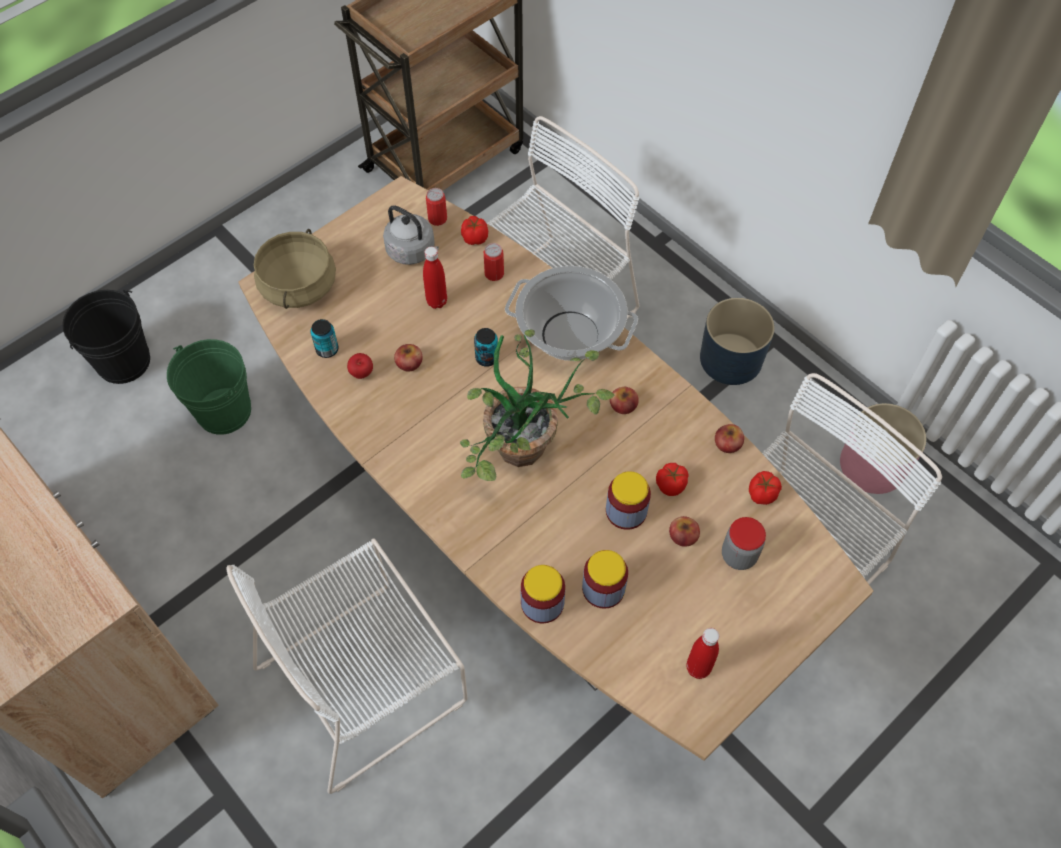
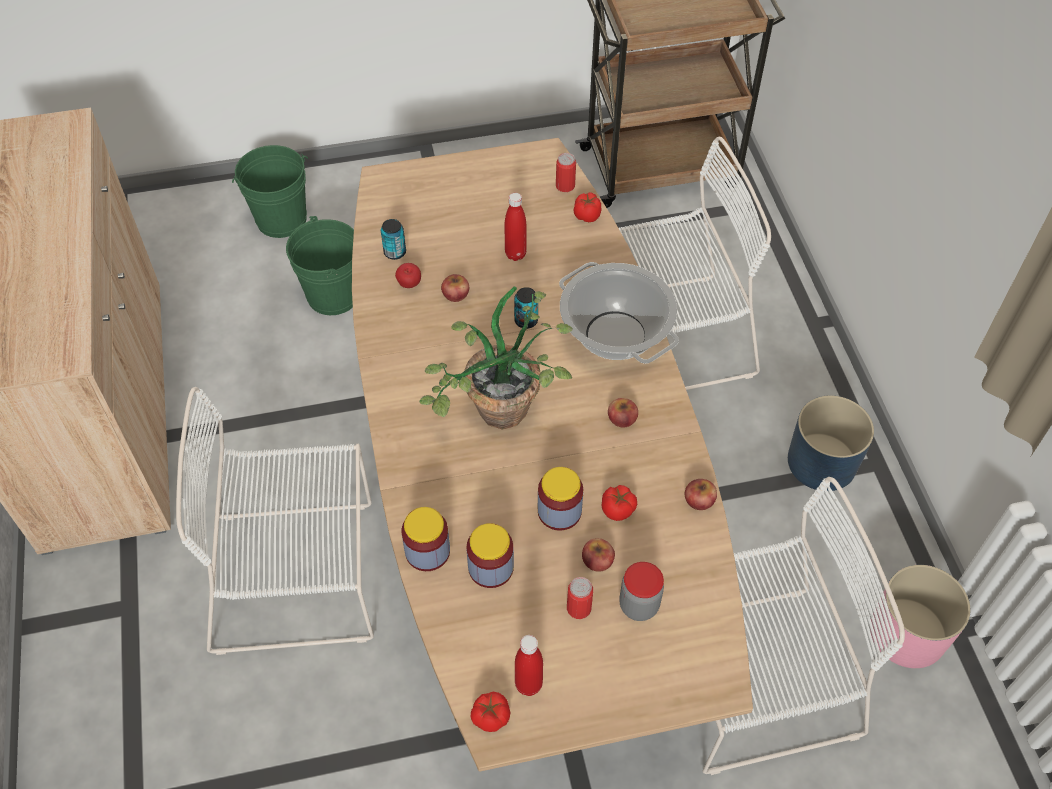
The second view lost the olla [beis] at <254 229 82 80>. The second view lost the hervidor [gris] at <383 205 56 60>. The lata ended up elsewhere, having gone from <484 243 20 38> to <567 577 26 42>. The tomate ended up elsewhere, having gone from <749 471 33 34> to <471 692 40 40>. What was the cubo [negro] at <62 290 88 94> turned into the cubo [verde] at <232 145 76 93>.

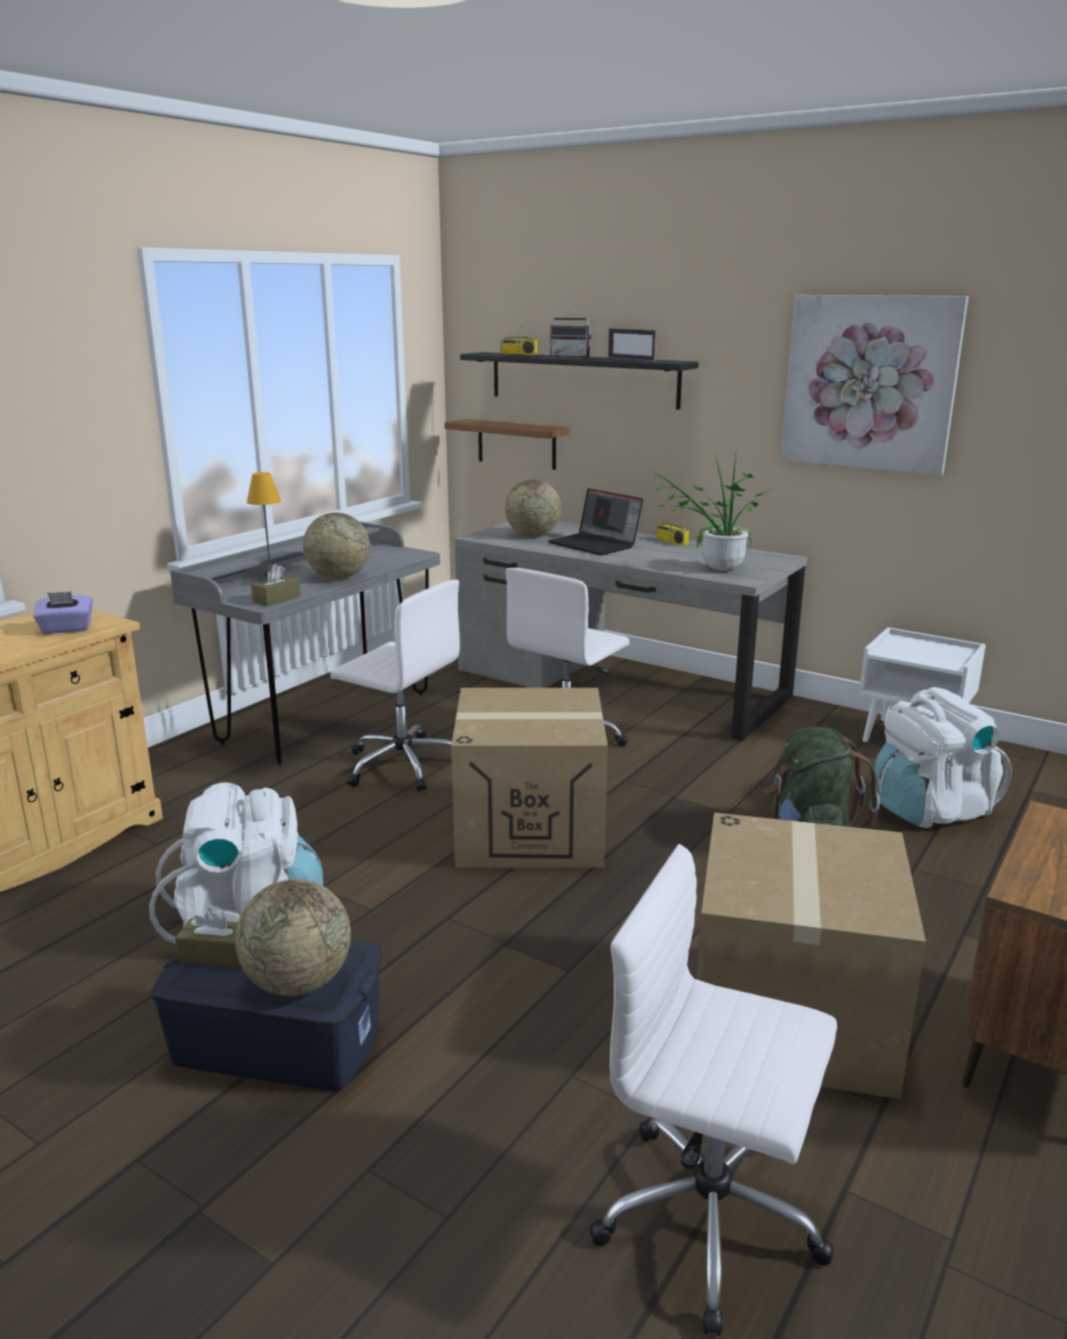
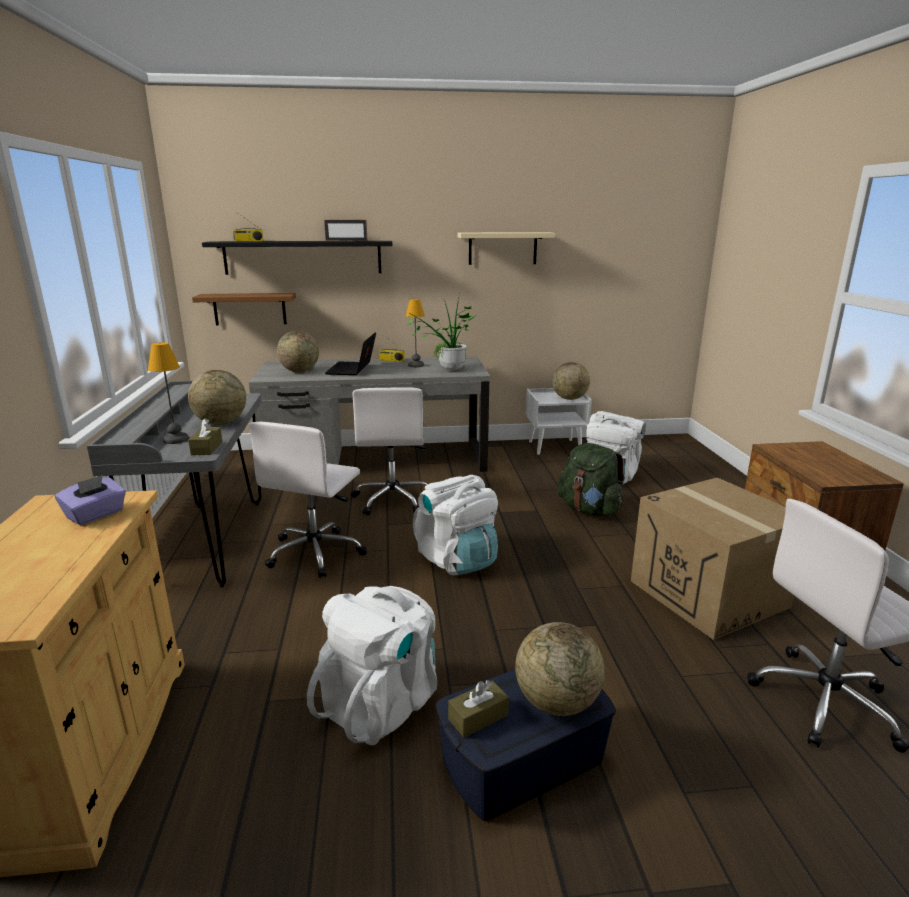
The second view lost the radio at <550 309 41 49>. The second view gained the lámpara de mesa at <406 299 19 68>. The second view gained the globo terráqueo at <552 362 38 38>. Where the caja de cartón stood at <451 688 157 180>, the mochila [blanco] came to stand at <413 475 85 101>. Where the cuadro hung at <780 295 189 180>, the estante [beis] came to hang at <457 232 98 33>. The silla de oficina [blanco] at <331 579 129 213> ended up facing another way, 120 degrees clockwise from before. The portátil at <548 488 95 67> ended up facing another way, 90 degrees clockwise from before.

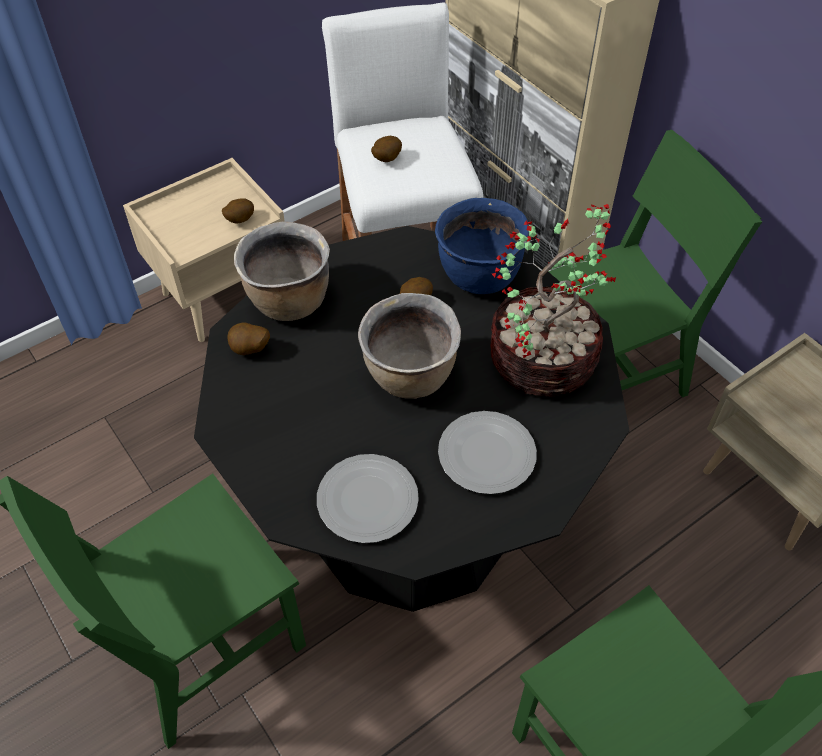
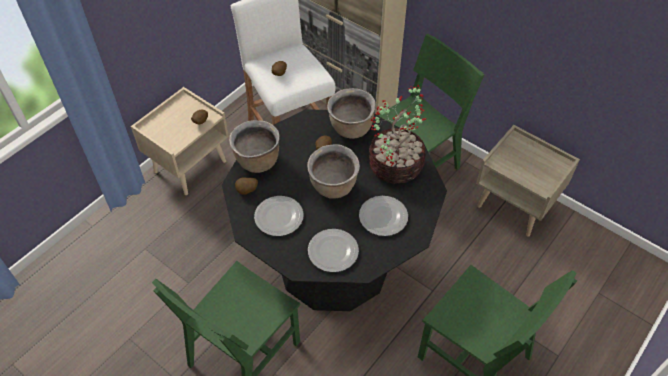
The second view gained the plato at <254 196 50 40>. What was the olla [azul] at <435 198 94 96> turned into the olla [marrón] at <327 88 48 51>.

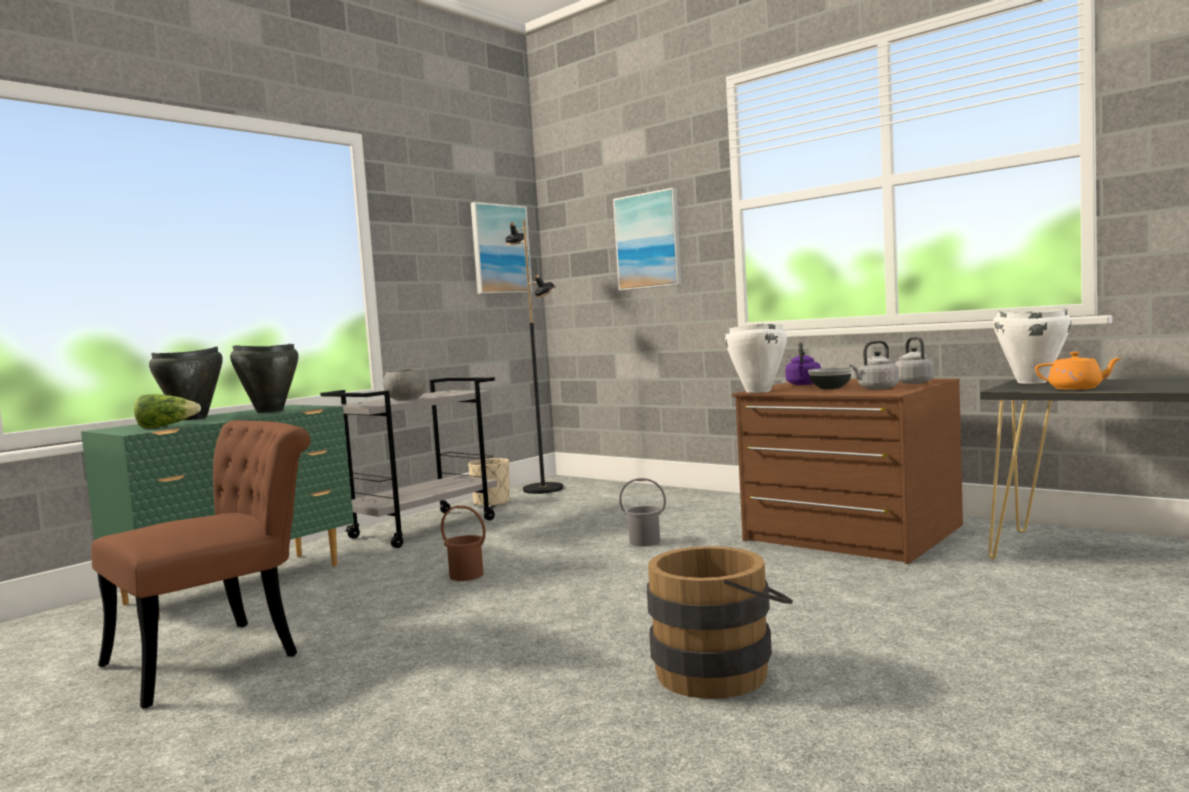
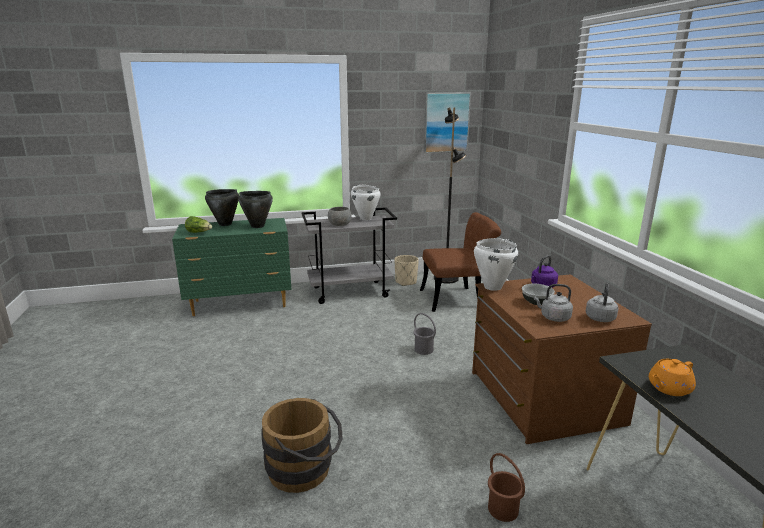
The second view lost the cuadro at <613 188 69 103>. The silla [marrón] ended up elsewhere, having gone from <91 420 220 289> to <420 212 81 100>. The cubo [marrón] ended up elsewhere, having gone from <441 505 45 76> to <488 453 37 69>. The olla [blanco] ended up elsewhere, having gone from <993 309 79 75> to <351 185 30 35>. The tetera [naranja] at <1035 352 87 38> ended up facing another way, 90 degrees clockwise from before.

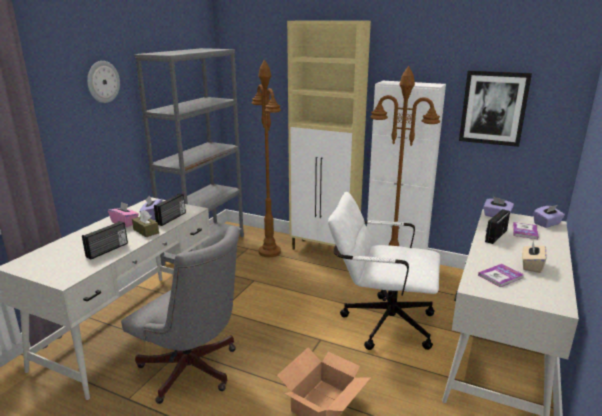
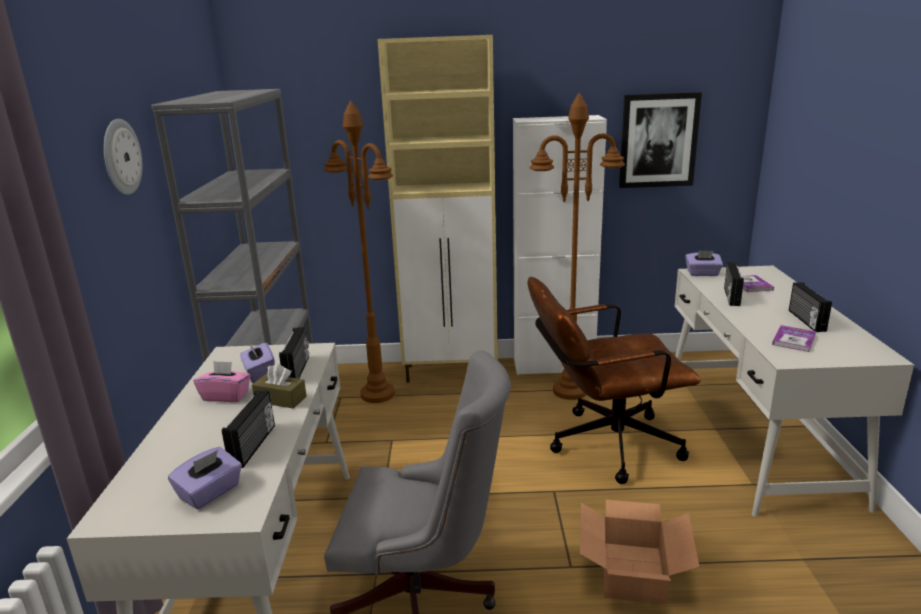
The caja de pañuelos [morado] ended up elsewhere, having gone from <534 205 31 23> to <168 447 74 62>. Where the caja de pañuelos [beis] stood at <522 241 25 32>, the radio came to stand at <789 282 43 50>. What was the silla de oficina [blanco] at <328 192 112 158> turned into the silla de oficina [marrón] at <527 277 174 207>.

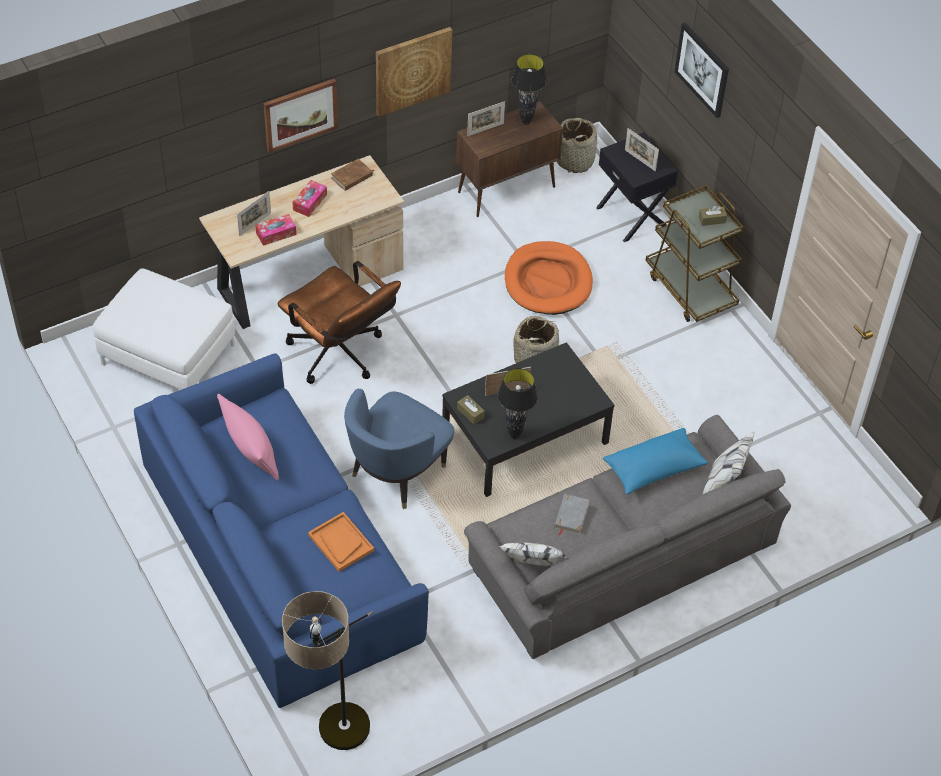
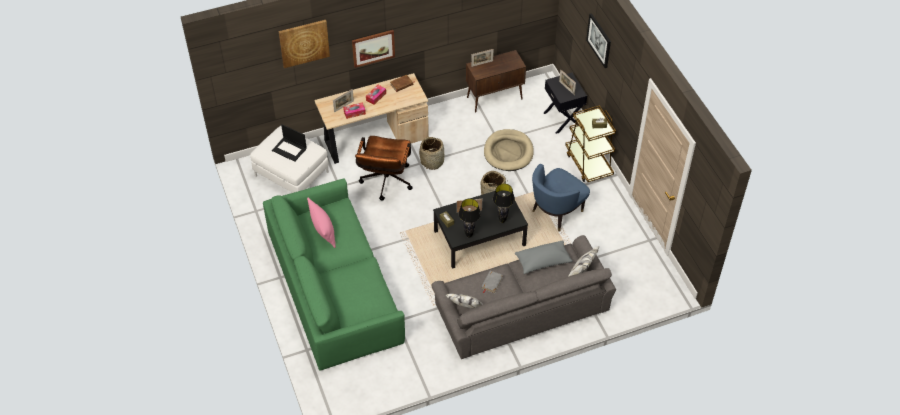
The second view lost the lámpara de pie at <282 591 92 159>. The second view lost the bandeja [naranja] at <308 512 66 60>. The second view gained the portátil at <272 124 35 38>. The sillón [azul] ended up elsewhere, having gone from <344 389 110 120> to <532 164 58 67>. The cuadro ended up elsewhere, having gone from <376 27 76 90> to <279 20 51 48>. The lámpara de mesa [negro] ended up elsewhere, having gone from <511 54 36 71> to <493 184 22 39>. The cesta ended up elsewhere, having gone from <557 118 40 55> to <419 137 25 33>. What was the sofá [azul] at <134 353 295 355> turned into the sofá [verde] at <263 179 142 192>. What was the cama para perro [naranja] at <505 241 88 74> turned into the cama para perro [beis] at <484 129 50 42>. What was the cojín [azul] at <603 428 105 66> turned into the cojín [gris] at <515 241 58 33>. The silla de oficina [marrón] at <278 261 123 123> ended up facing another way, 45 degrees clockwise from before.

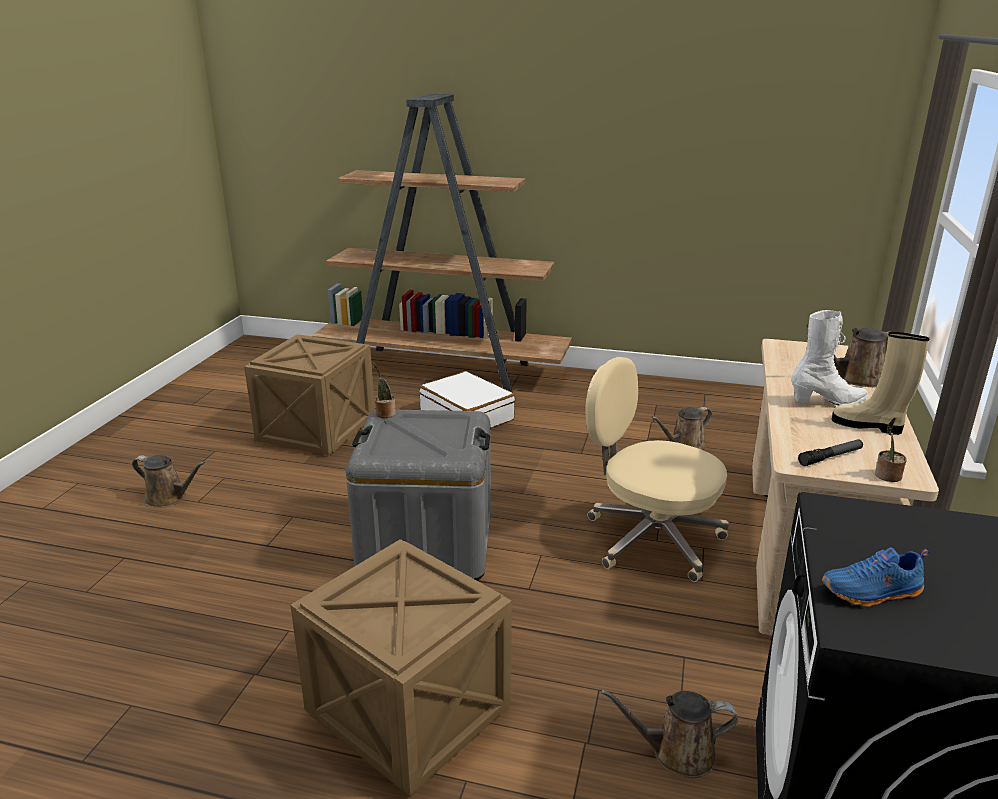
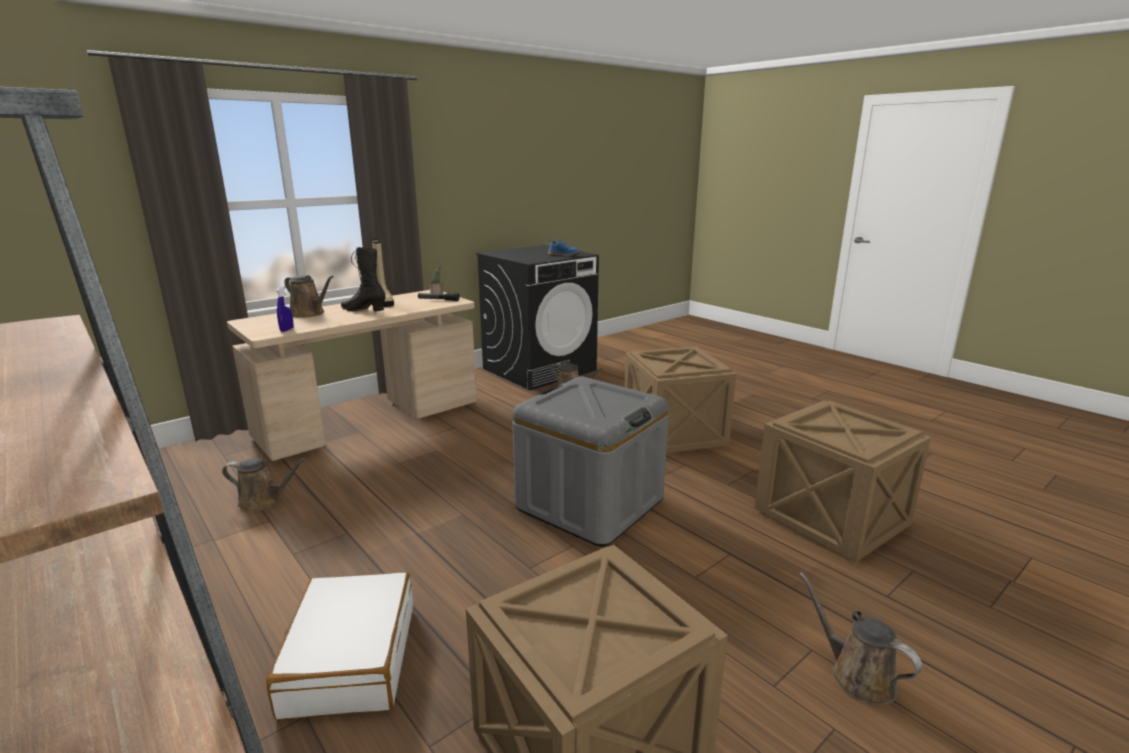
The second view lost the planta en maceta at <372 362 24 56>. The second view lost the silla de oficina [beis] at <585 357 144 225>. The second view gained the pulverizador [azul] at <276 286 18 46>. The second view gained the caja de embalaje at <754 401 177 161>. What was the bota [blanco] at <791 310 77 96> turned into the bota [negro] at <341 247 45 65>.

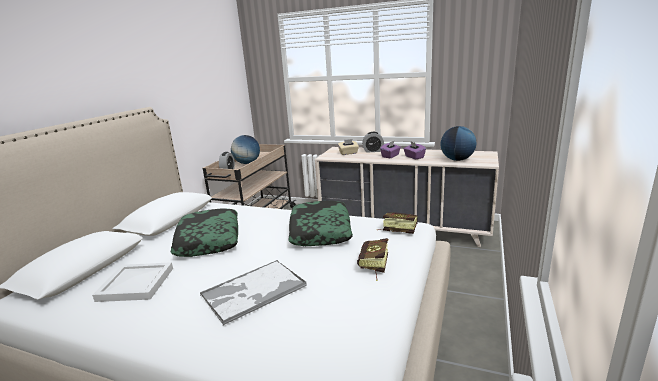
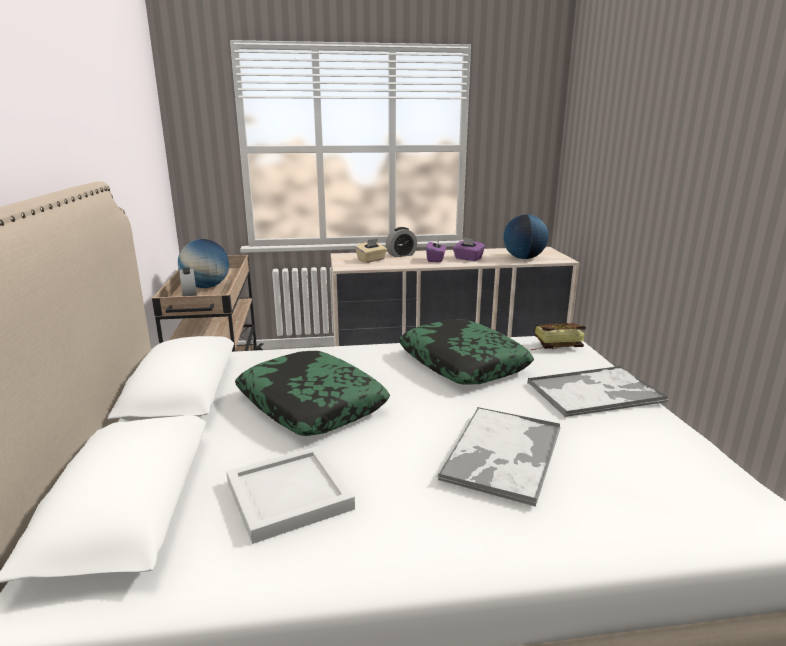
Where the libro stood at <357 238 32 43>, the bandeja came to stand at <527 366 141 51>.

